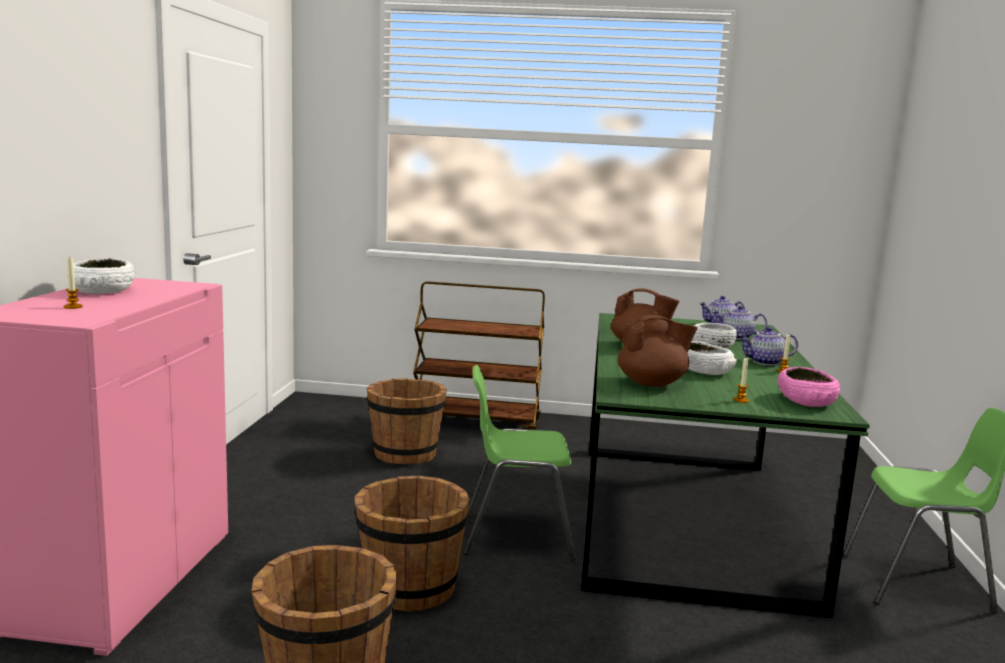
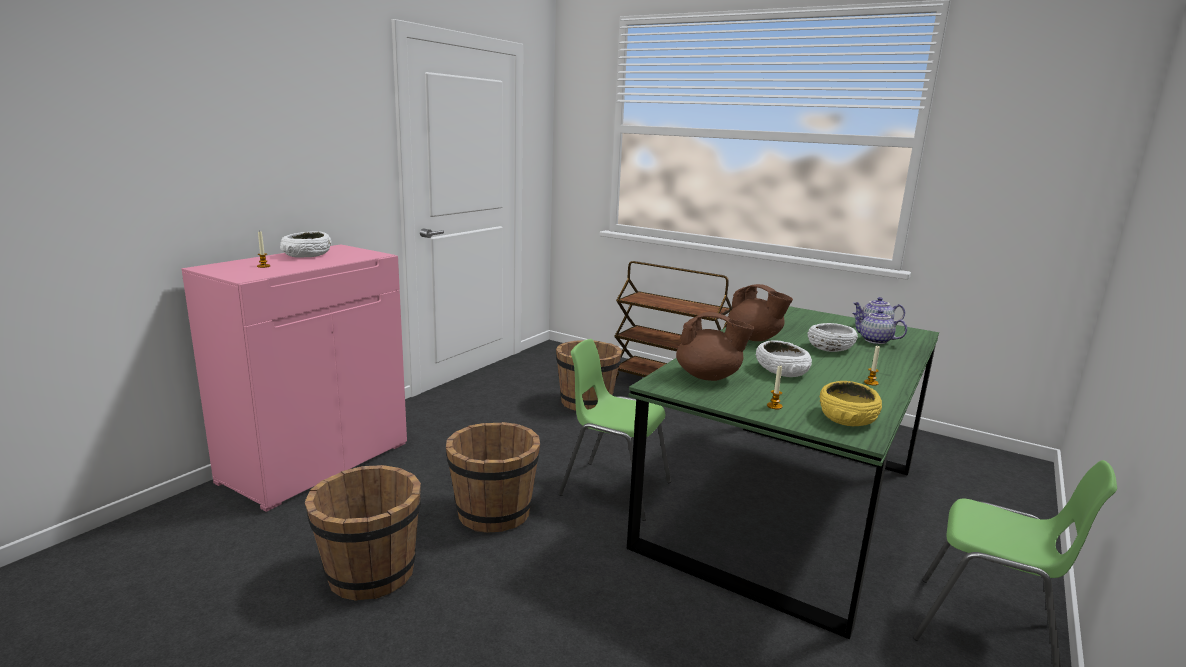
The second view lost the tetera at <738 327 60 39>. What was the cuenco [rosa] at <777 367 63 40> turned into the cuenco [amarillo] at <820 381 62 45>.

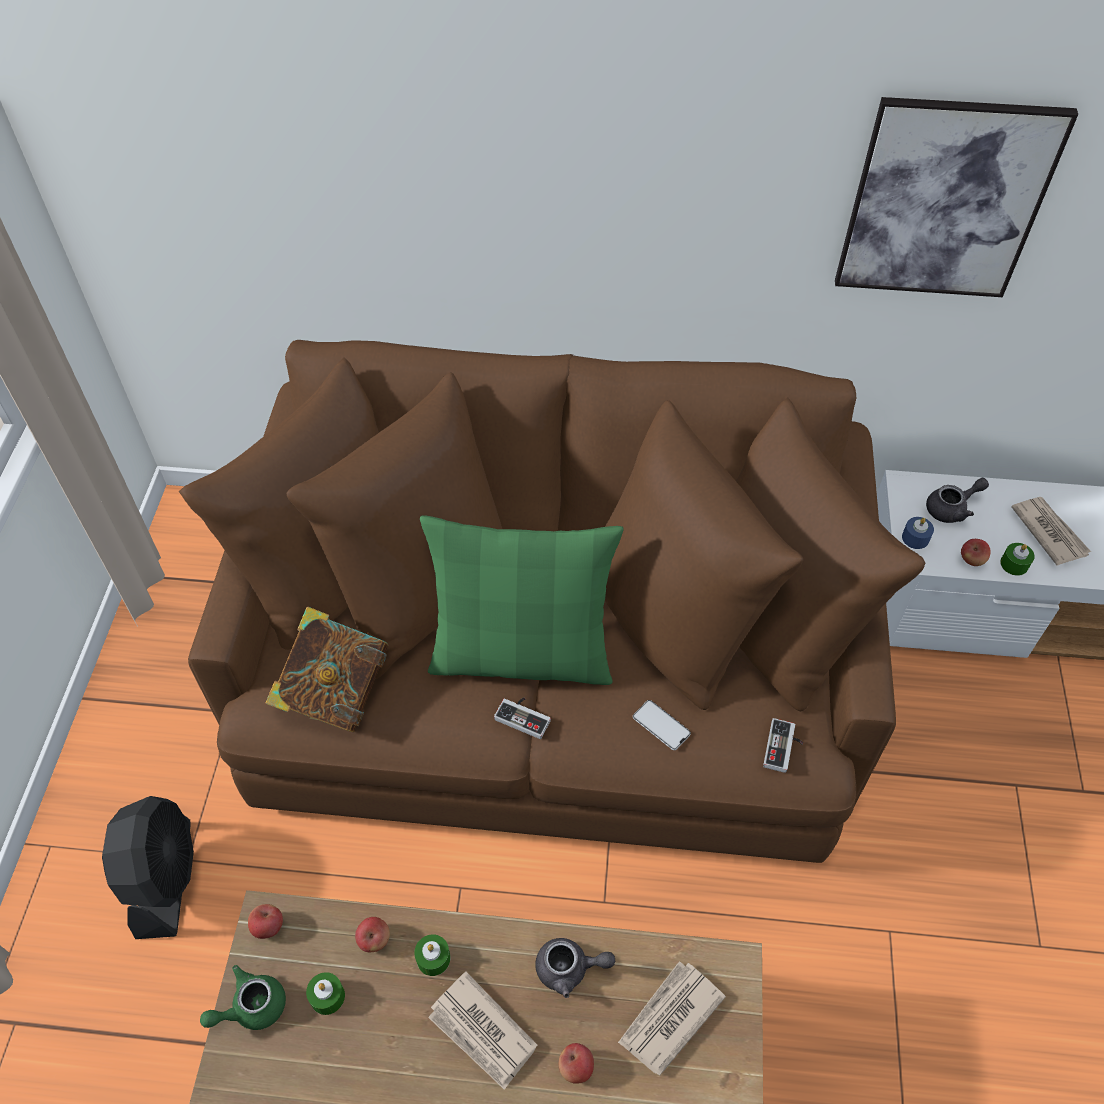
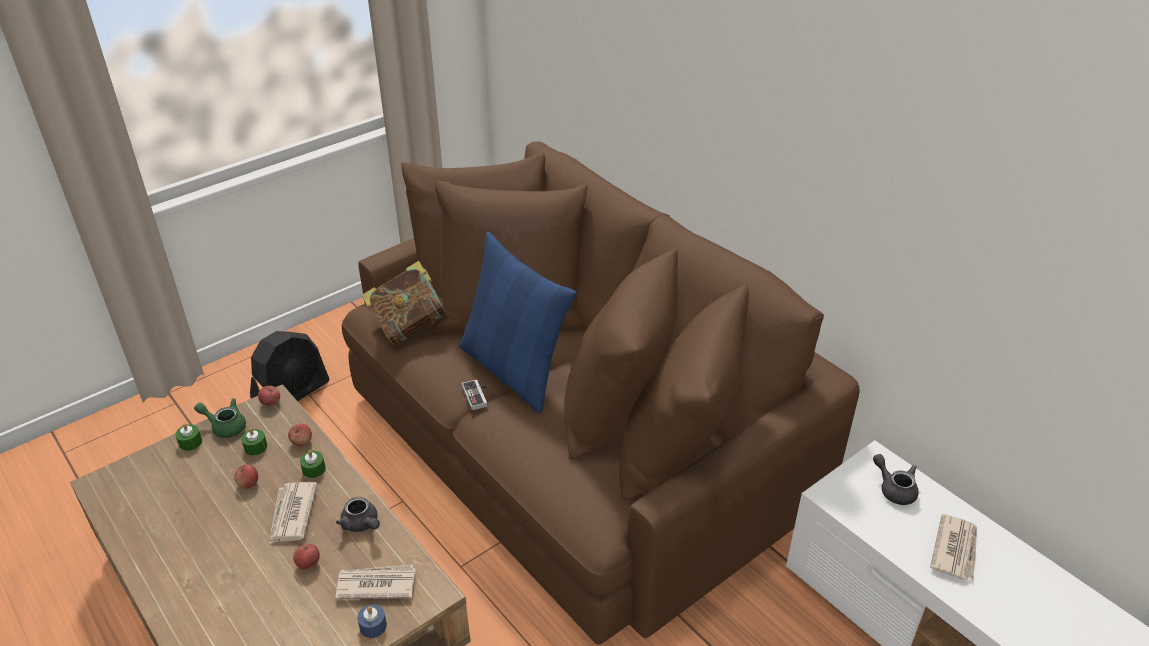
The second view lost the móvil at <633 700 58 50>. The second view lost the mando de consola at <763 718 40 55>. The second view lost the cuadro at <835 97 243 200>. The vela [azul] ended up elsewhere, having gone from <902 517 32 32> to <357 604 30 34>. The manzana ended up elsewhere, having gone from <961 539 29 27> to <234 464 24 25>. The vela [verde] ended up elsewhere, having gone from <1000 543 35 33> to <175 423 27 28>. What was the cojín [verde] at <420 516 204 169> turned into the cojín [azul] at <459 232 118 181>. The tetera [gris] at <926 478 63 45> ended up facing another way, 150 degrees counterclockwise from before.

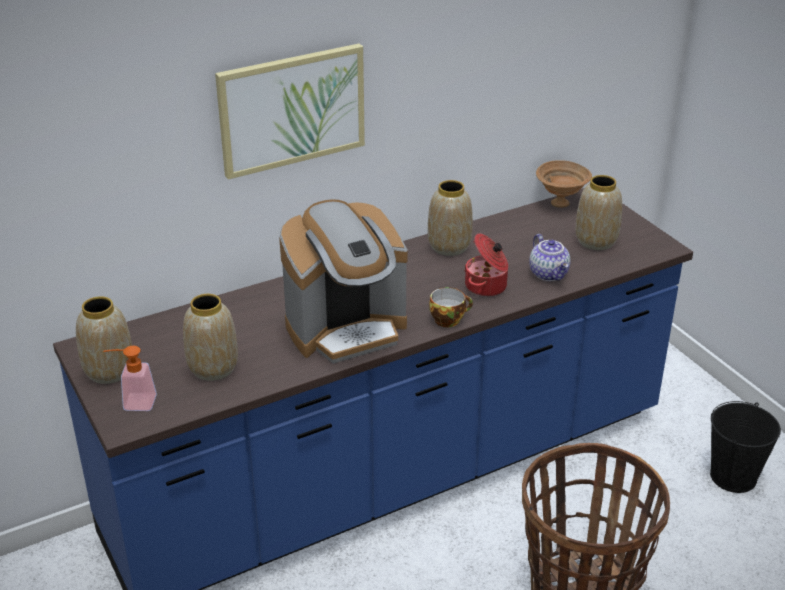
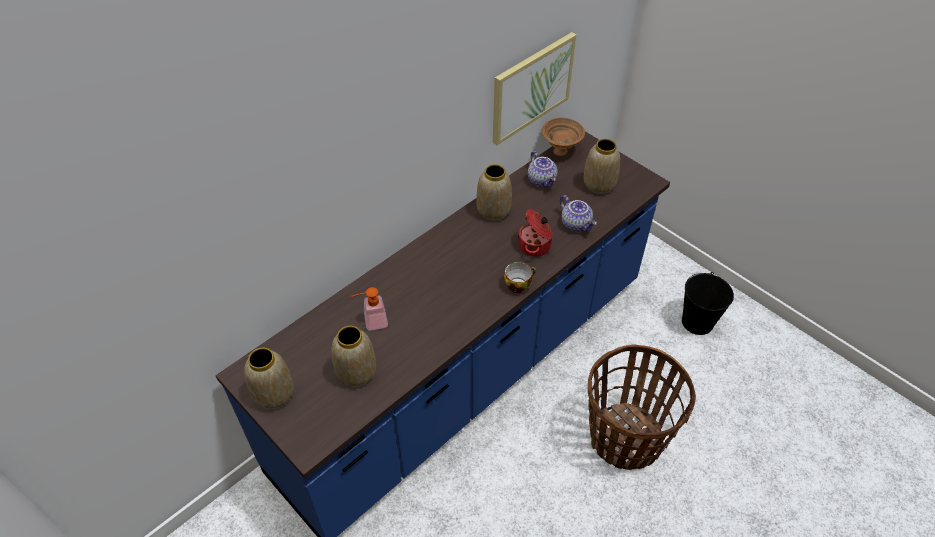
The second view lost the cafetera at <279 199 129 165>. The second view gained the tetera at <528 151 30 37>. The dispensador de jabón ended up elsewhere, having gone from <103 346 54 65> to <351 287 37 44>. The cuadro ended up elsewhere, having gone from <215 44 150 135> to <493 32 83 113>.

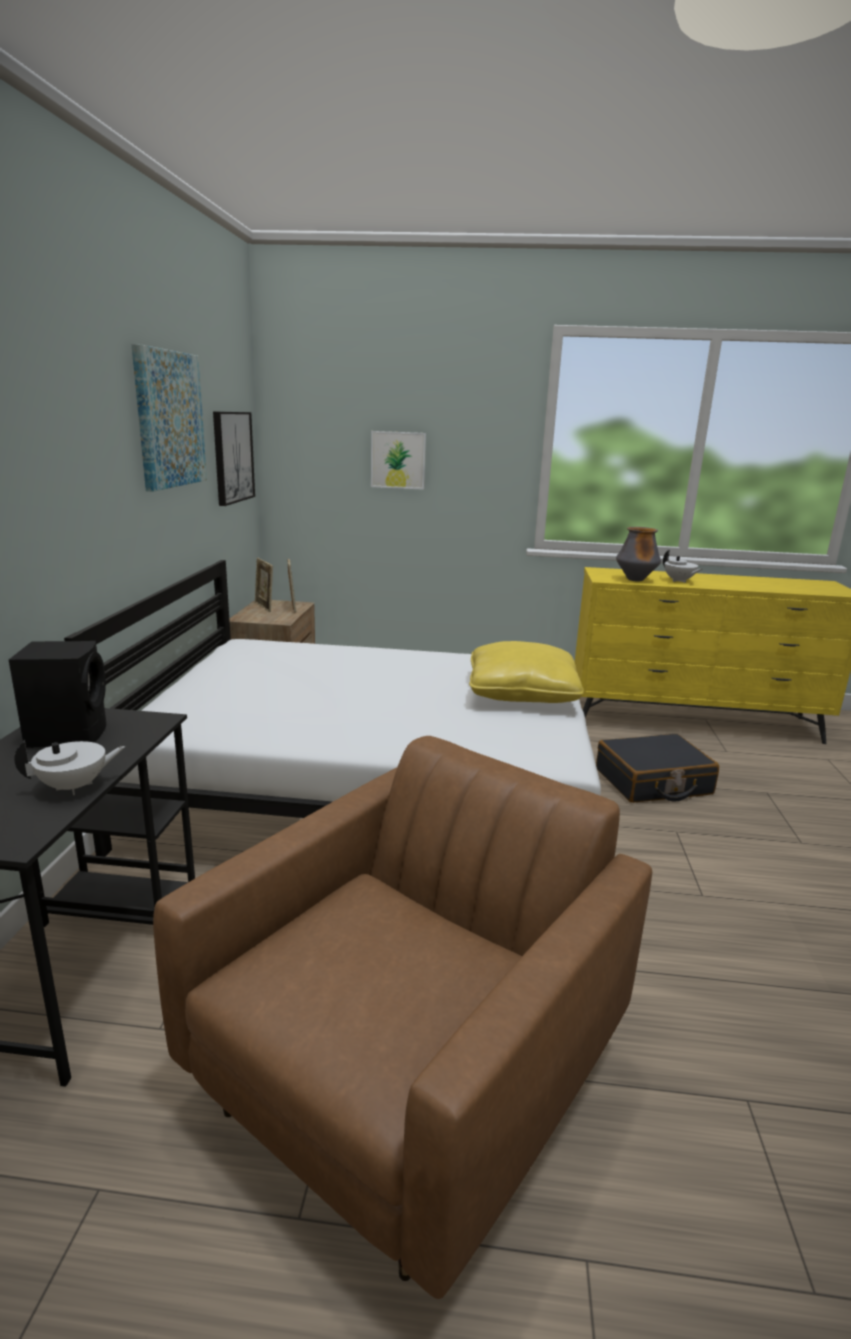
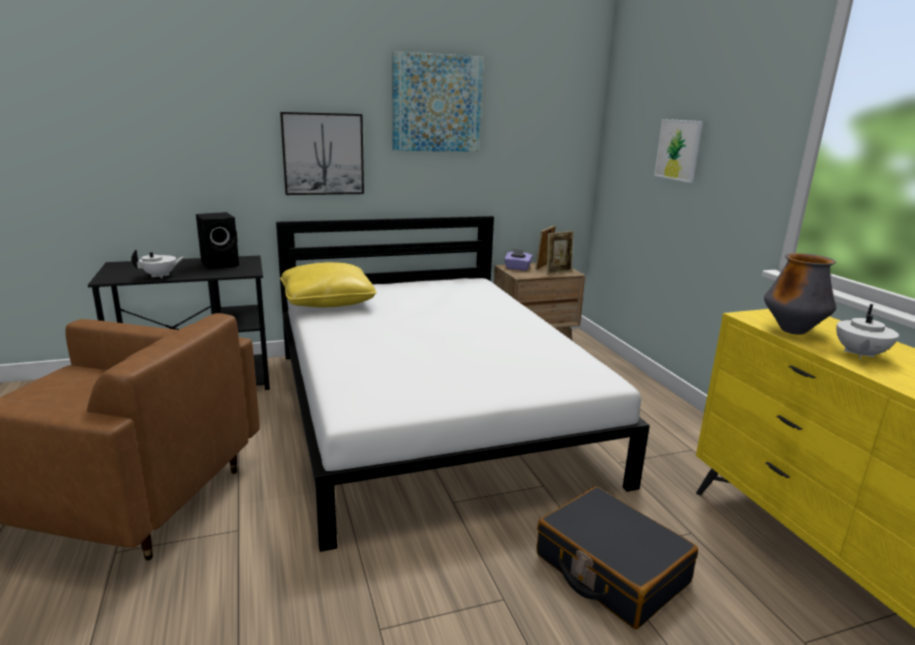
The second view gained the caja de pañuelos [morado] at <504 249 29 22>. The cuadro ended up elsewhere, having gone from <213 412 42 94> to <280 112 84 83>. The cojín [amarillo] ended up elsewhere, having gone from <469 641 115 62> to <280 262 97 46>. The tetera [blanco] at <14 740 111 55> ended up facing another way, 75 degrees counterclockwise from before.

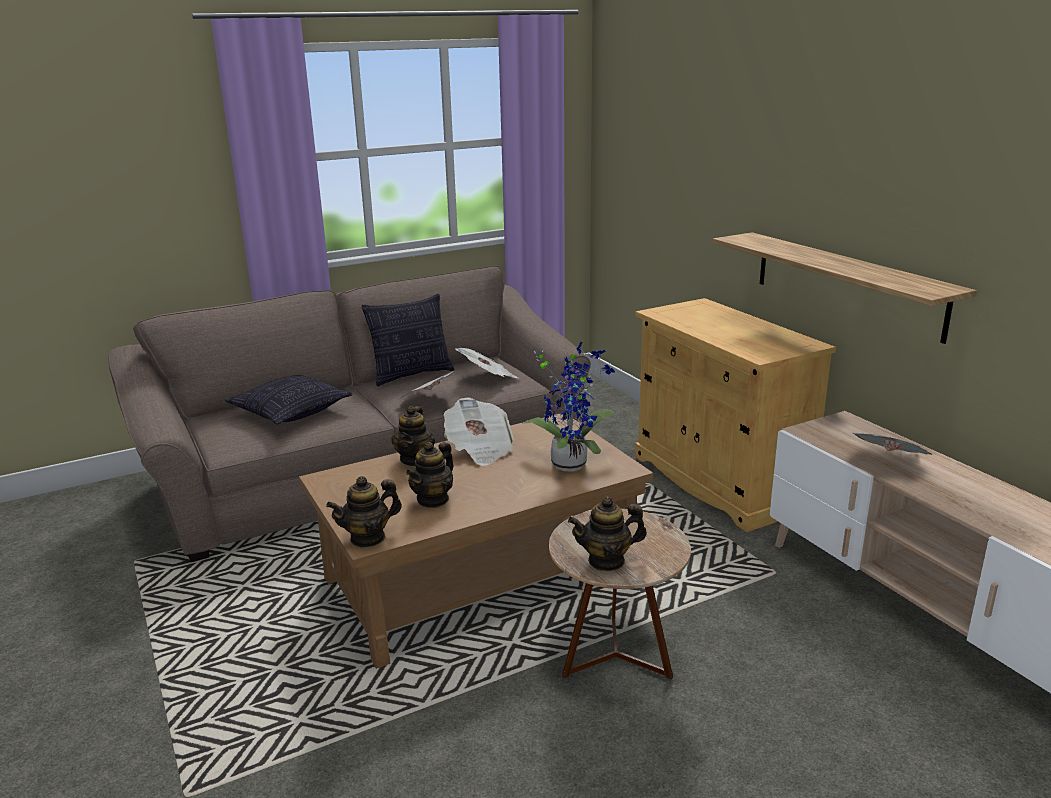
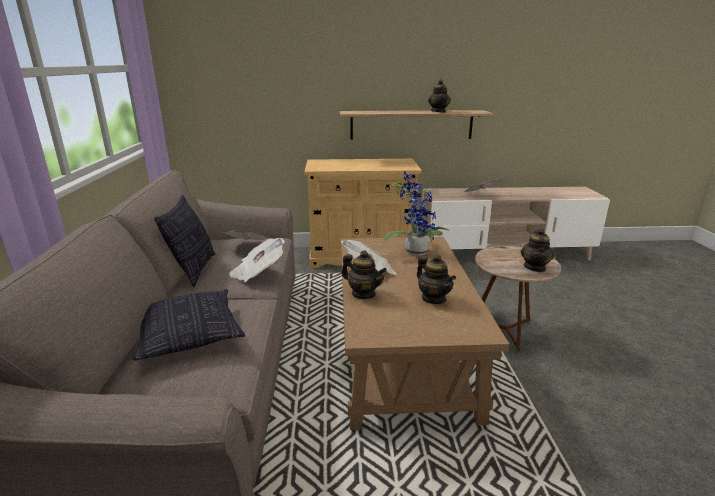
The tetera ended up elsewhere, having gone from <326 476 76 72> to <428 80 23 32>.

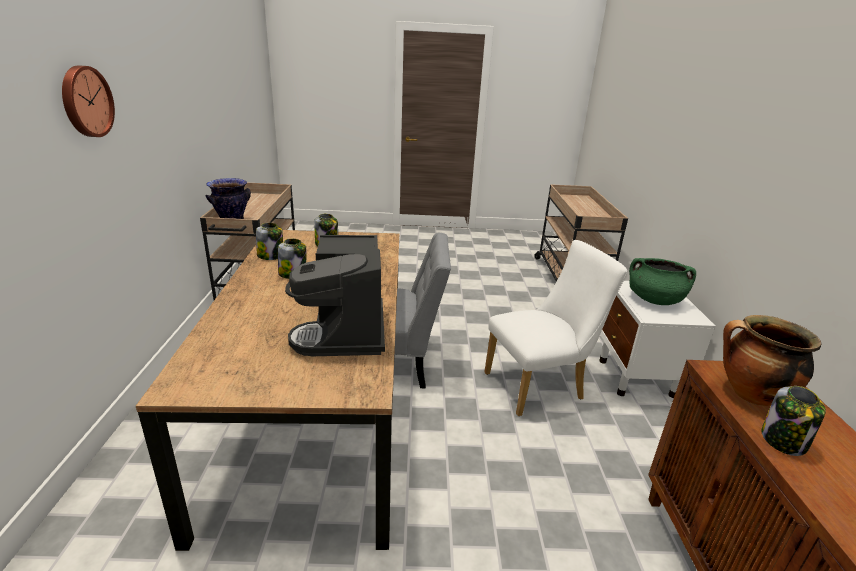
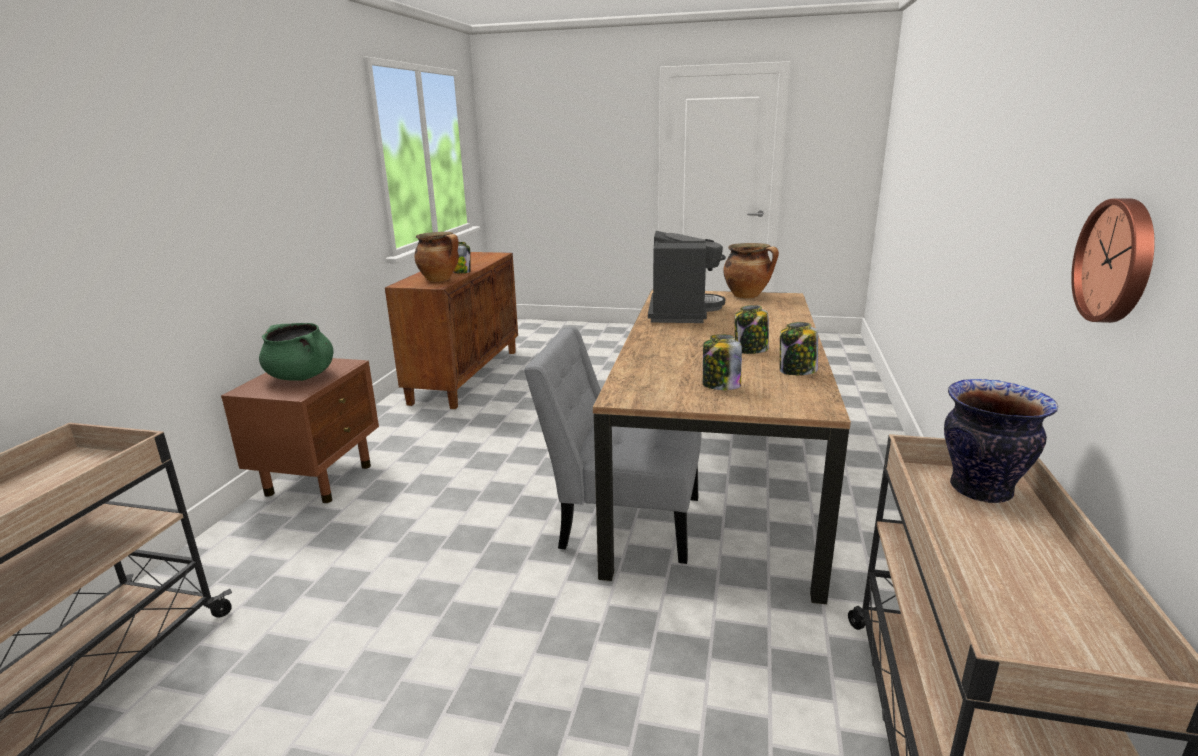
The second view lost the silla [blanco] at <484 240 143 176>. The second view gained the olla at <723 243 56 55>. The reloj de pared ended up elsewhere, having gone from <62 65 53 72> to <1071 198 84 125>. What was the mesita de noche [blanco] at <599 281 117 117> turned into the mesita de noche [marrón] at <221 358 158 145>.

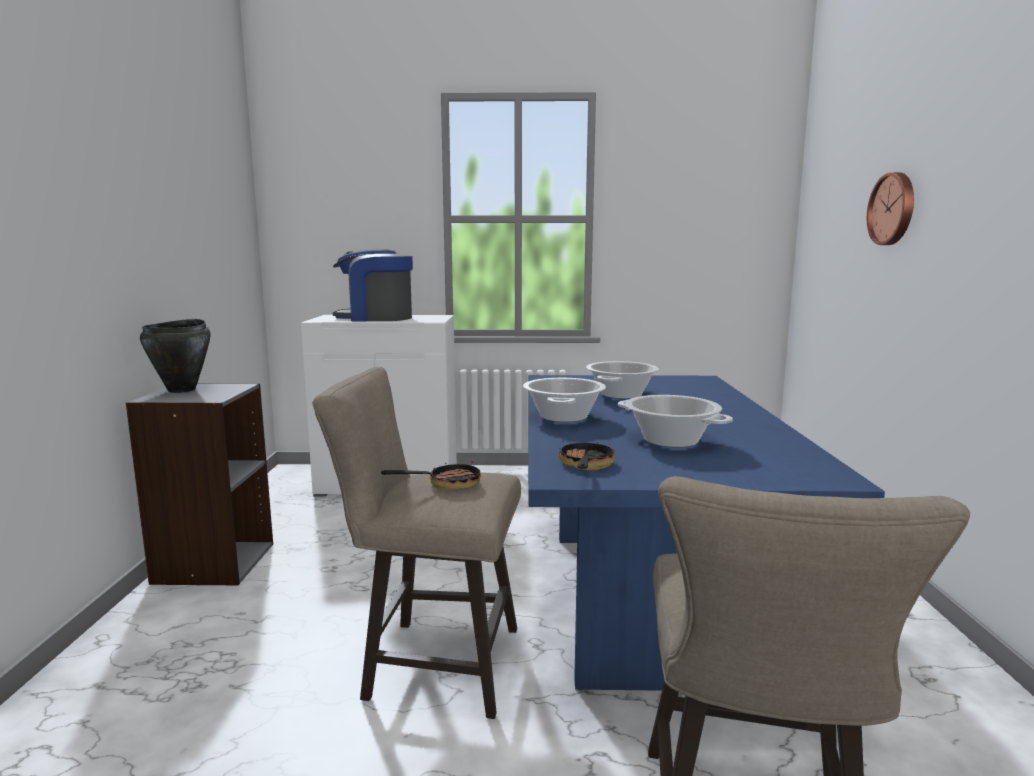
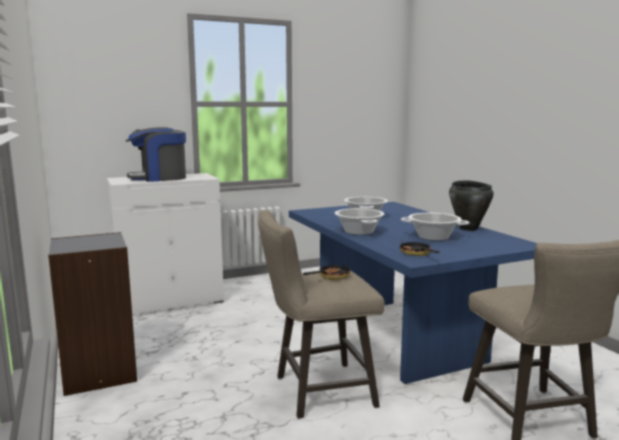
The second view lost the reloj de pared at <867 172 47 73>. The olla [negro] ended up elsewhere, having gone from <140 319 71 74> to <449 180 45 51>.

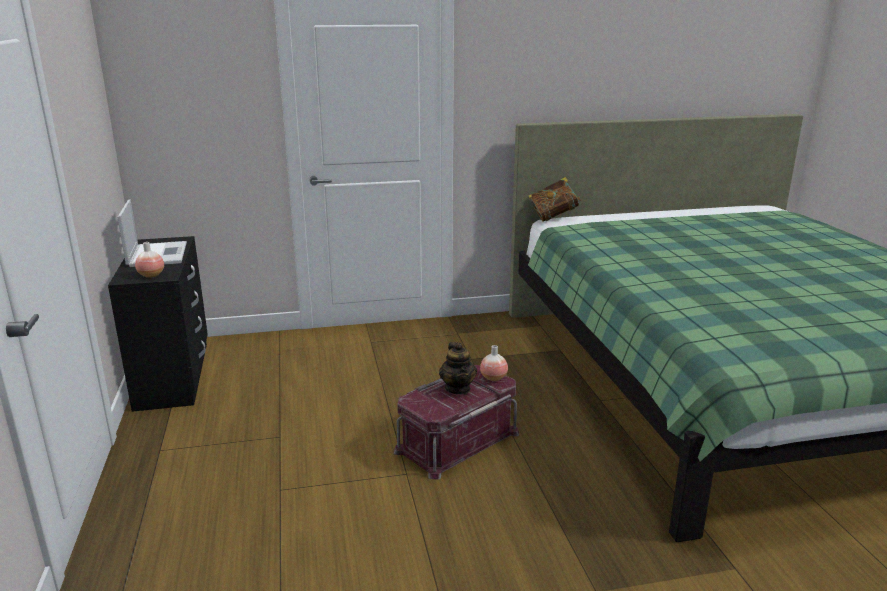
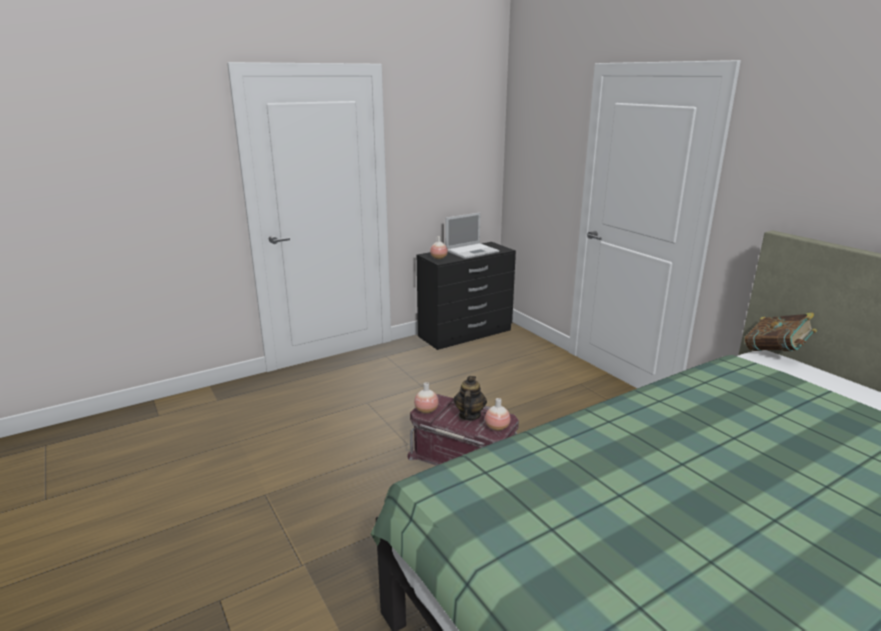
The second view gained the florero at <414 382 25 32>. The tetera at <439 342 38 53> ended up facing another way, 135 degrees clockwise from before.

